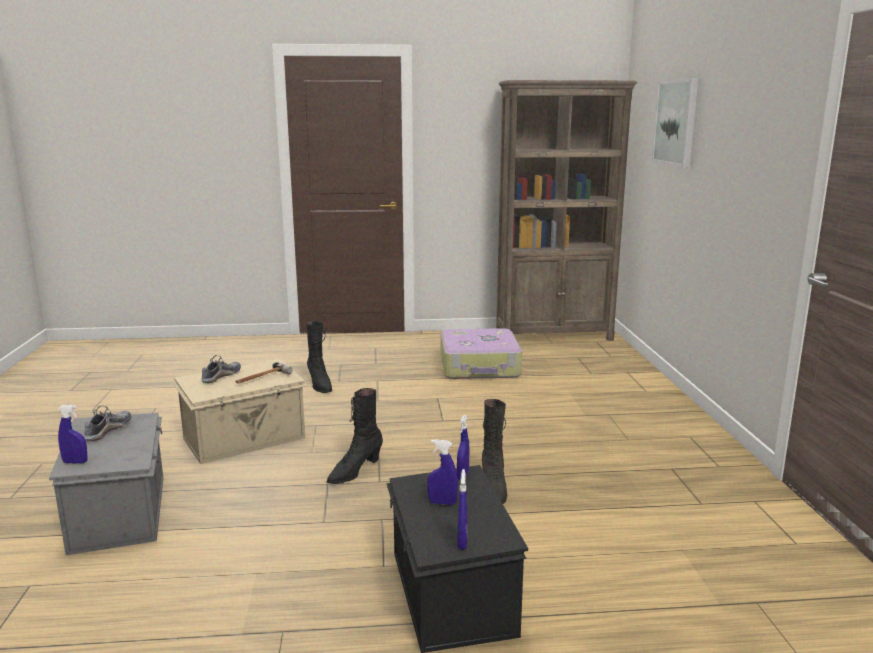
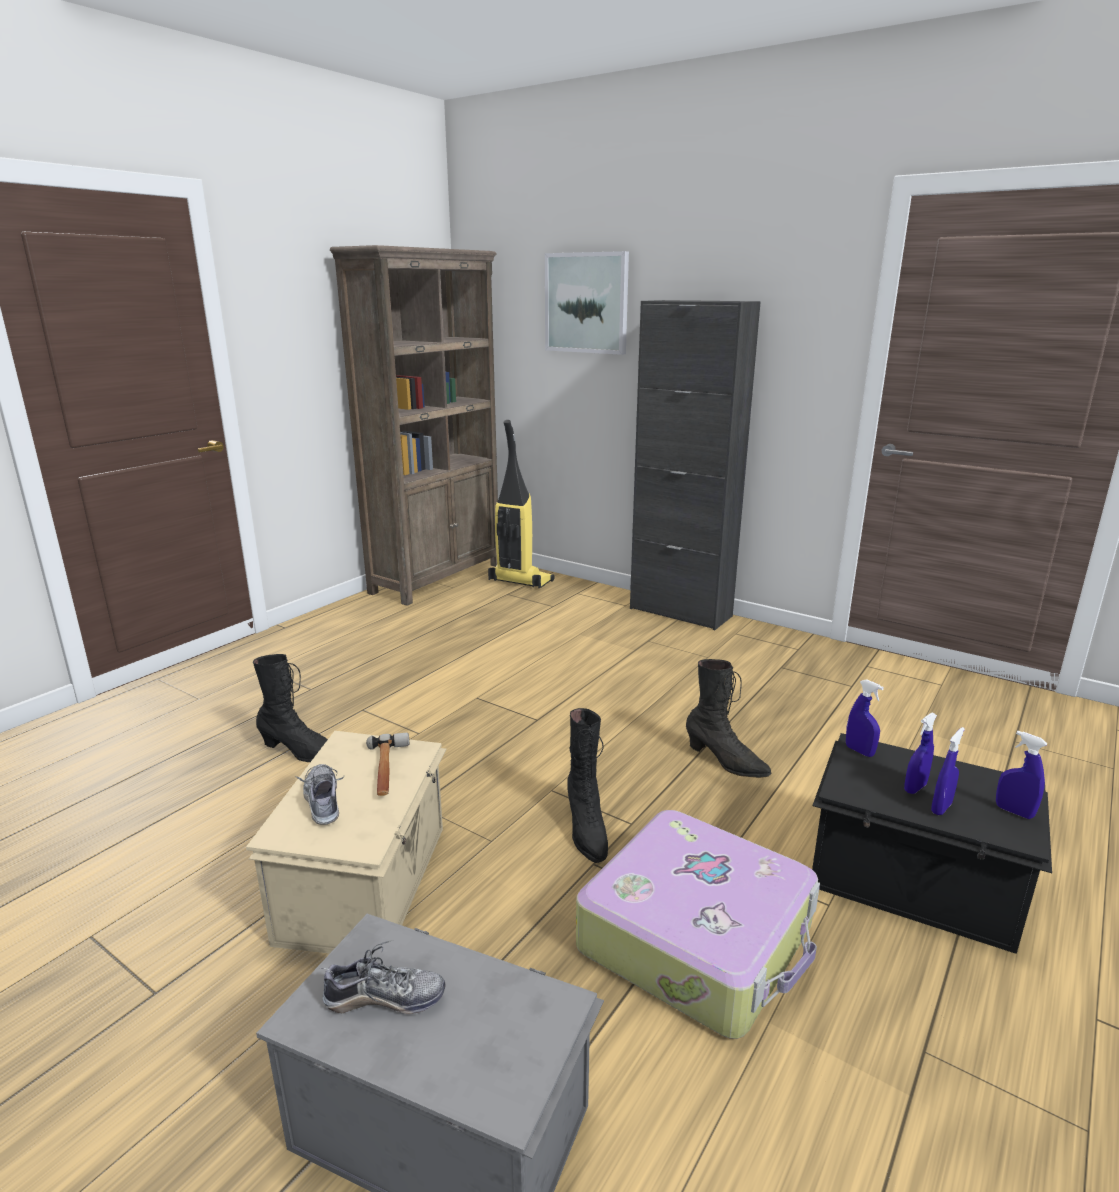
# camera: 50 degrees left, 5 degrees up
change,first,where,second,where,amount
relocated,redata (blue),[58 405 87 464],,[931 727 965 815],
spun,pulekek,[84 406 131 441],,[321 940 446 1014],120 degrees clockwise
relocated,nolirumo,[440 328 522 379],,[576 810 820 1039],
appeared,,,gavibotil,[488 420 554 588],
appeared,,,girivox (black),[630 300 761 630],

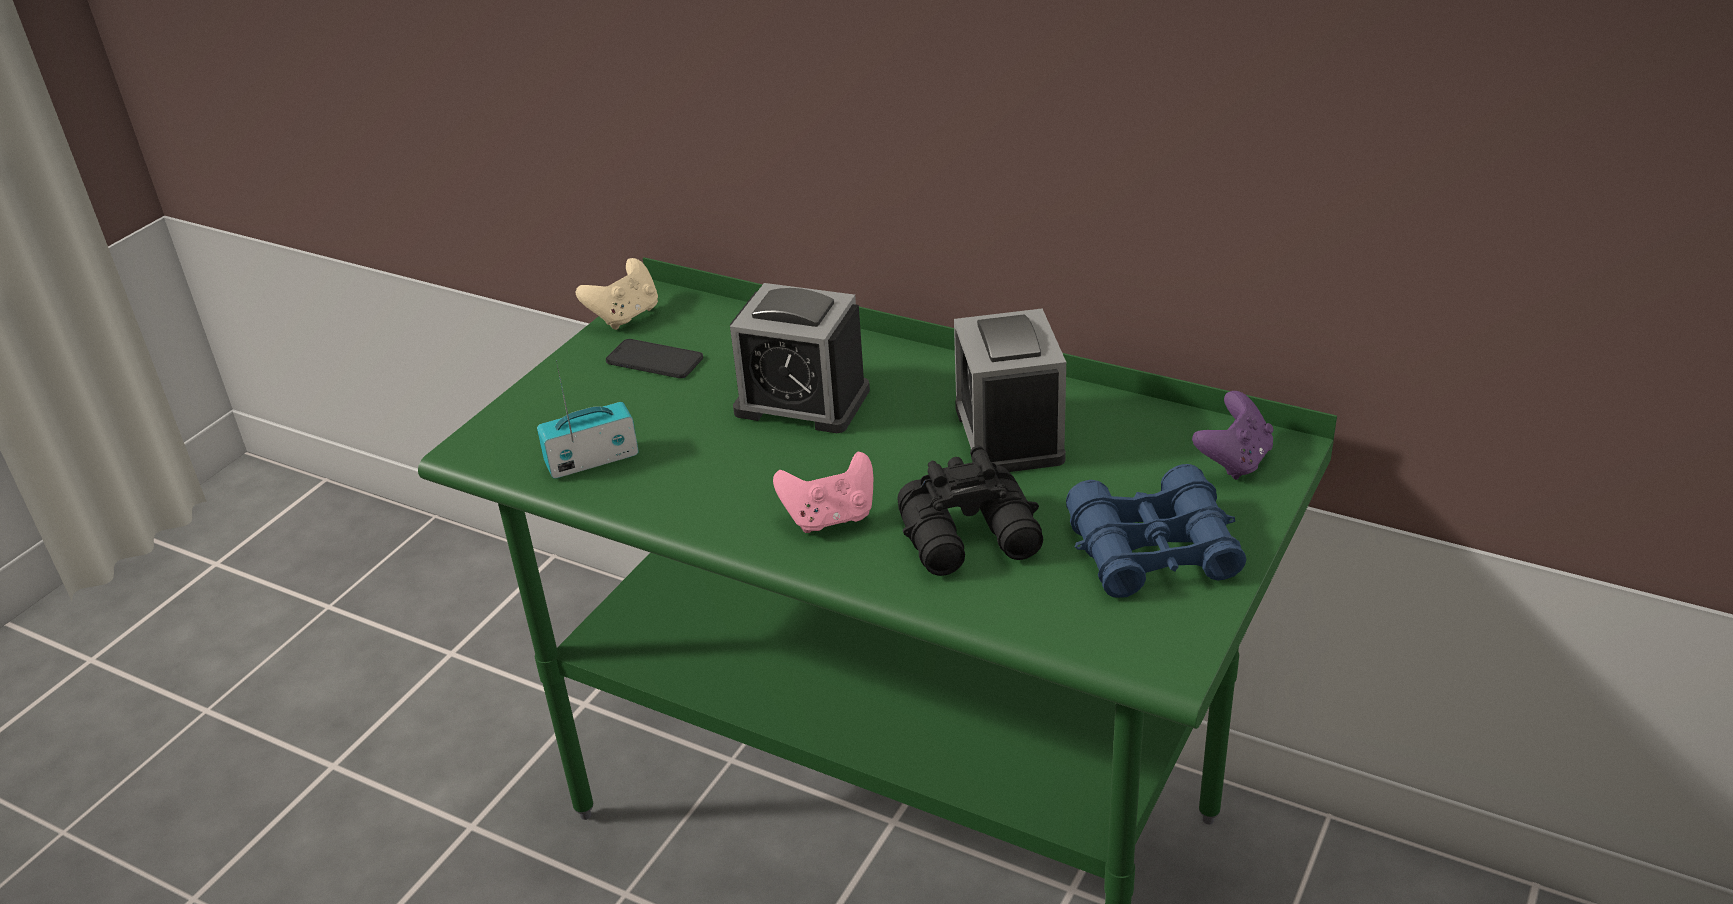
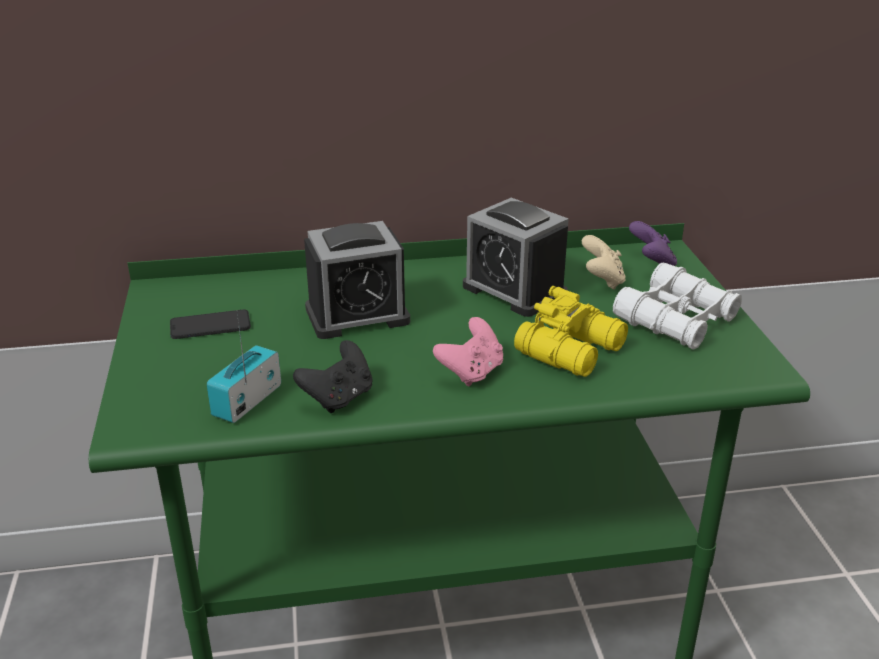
# camera: 40 degrees left, 5 degrees down
change,first,where,second,where,amount
relocated,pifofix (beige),[576 258 658 330],,[582 235 626 290],
colour,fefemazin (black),[897 445 1043 576],fefemazin (yellow),[514 286 628 377],
colour,fefemazin (blue),[1066 464 1246 598],fefemazin (white),[613 263 742 350],
appeared,,,pifofix (black),[293 340 373 413],

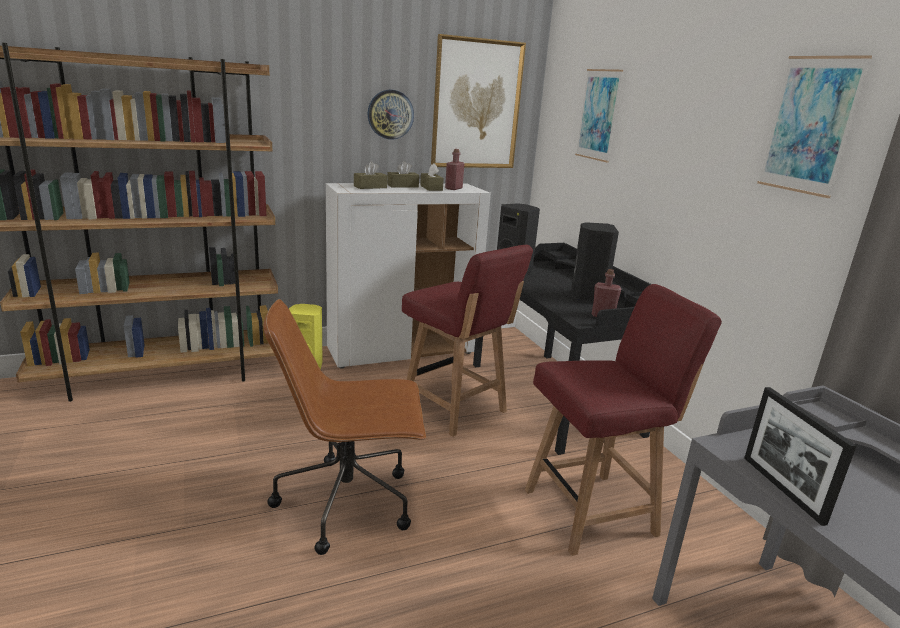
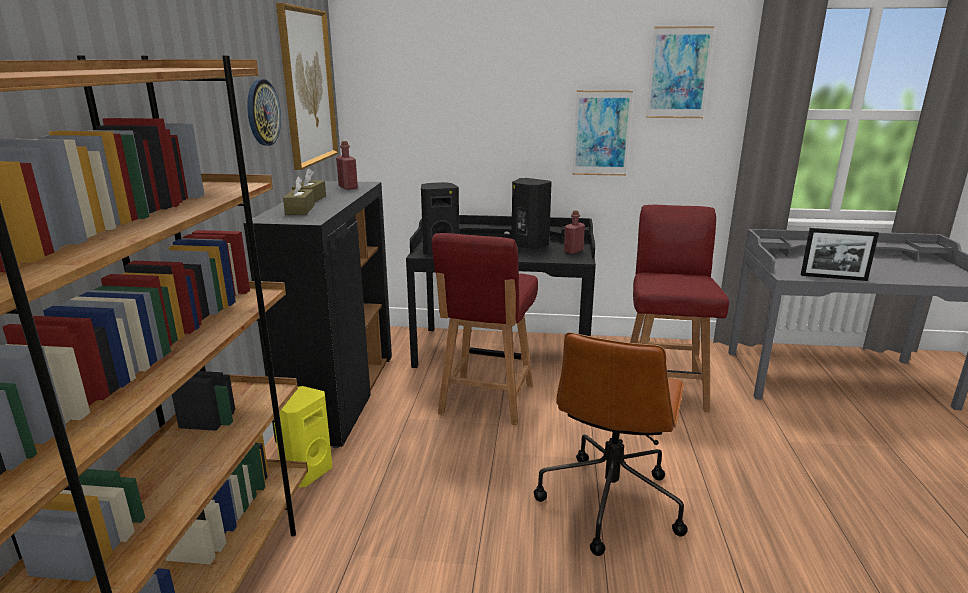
# camera: 60 degrees left, 0 degrees up
change,first,where,second,where,amount
colour,girivox (white),[326 183 491 369],girivox (black),[244 181 392 448],
spun,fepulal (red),[402 245 533 437],,[432 233 538 426],120 degrees clockwise
missing,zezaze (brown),[420 163 444 191],,,
relocated,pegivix,[575 69 623 163],,[572 90 633 176],

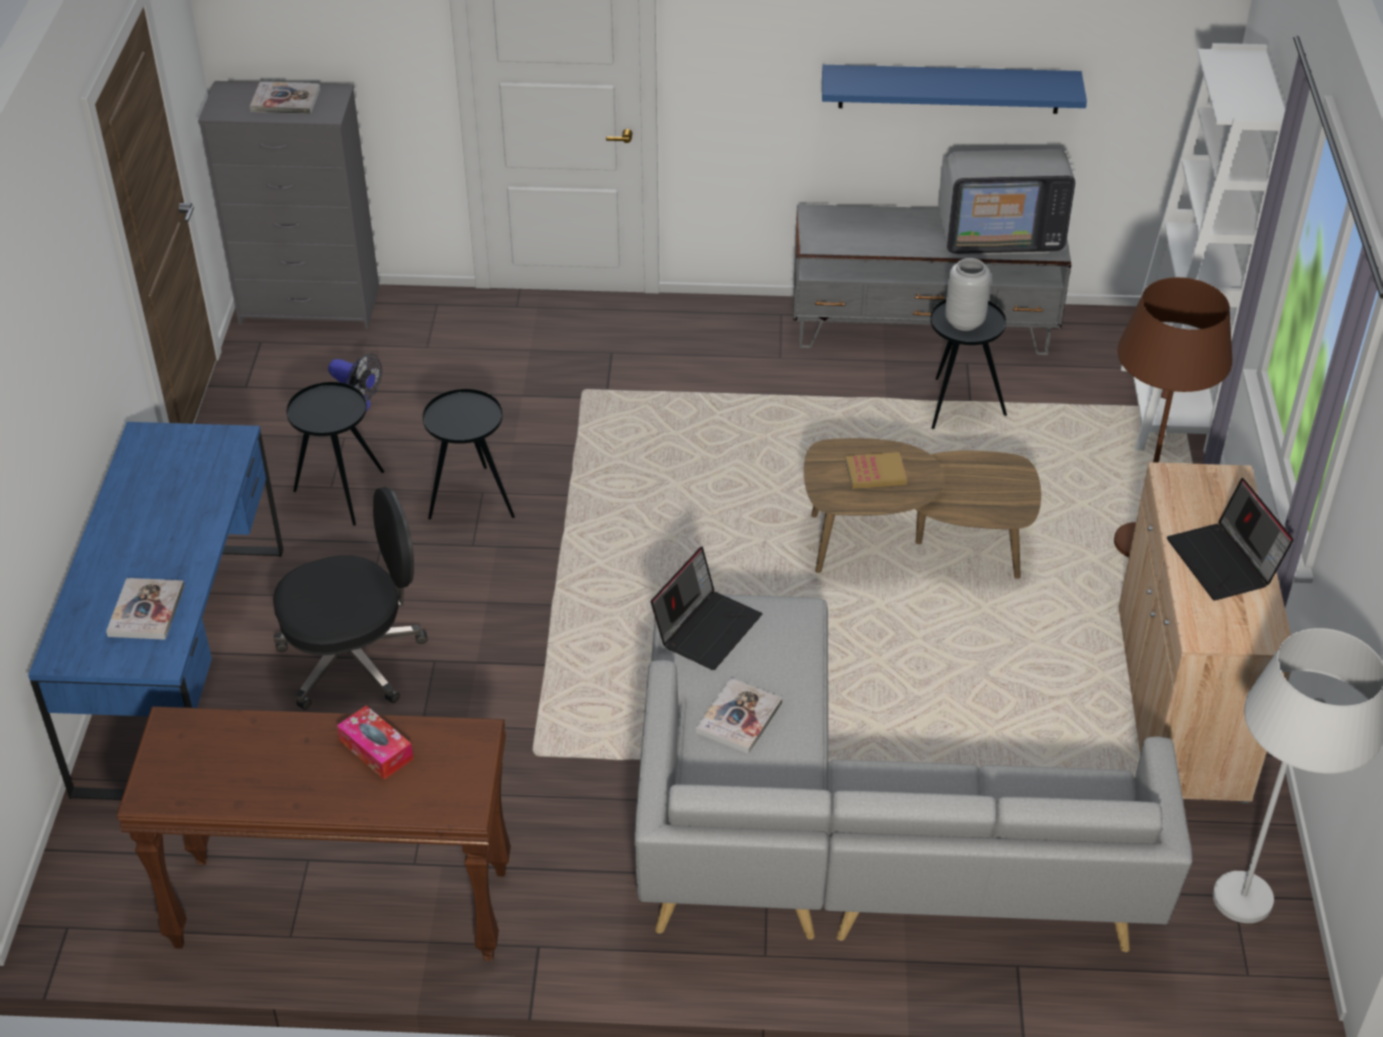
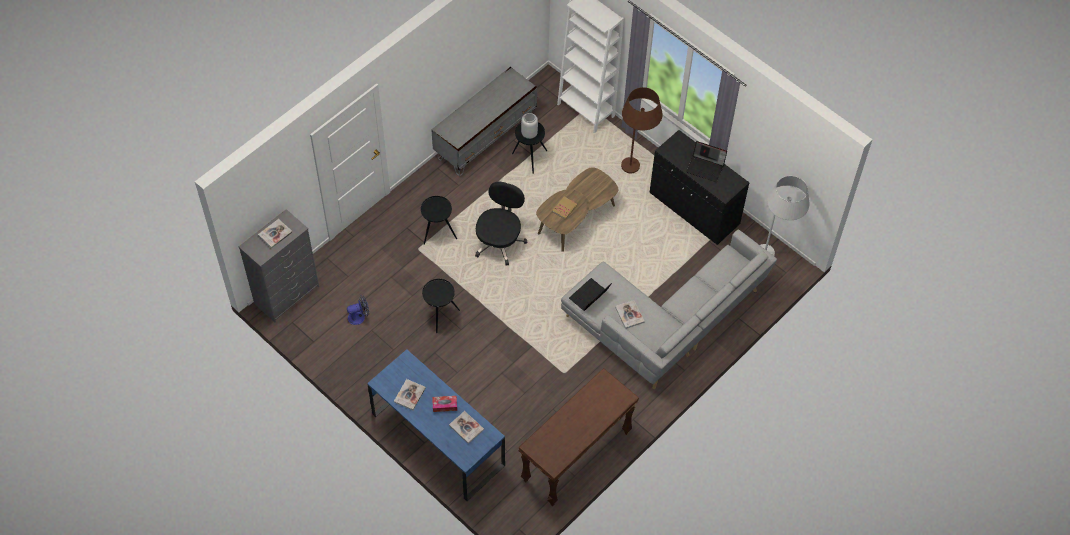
# camera: 50 degrees left, 15 degrees up
change,first,where,second,where,amount
relocated,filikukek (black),[273 487 428 710],,[475 182 527 265],
relocated,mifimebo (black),[286 382 384 526],,[421 196 457 245],
relocated,zezaze,[337 705 413 780],,[432 396 457 412],
spun,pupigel,[651 547 762 670],,[569 278 612 311],120 degrees counterclockwise
missing,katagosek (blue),[822 65 1087 114],,,
missing,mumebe,[938 149 1075 255],,,
colour,girivox (beige),[1118 462 1291 803],girivox (black),[649 130 749 245],
appeared,,,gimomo,[394 379 426 410],

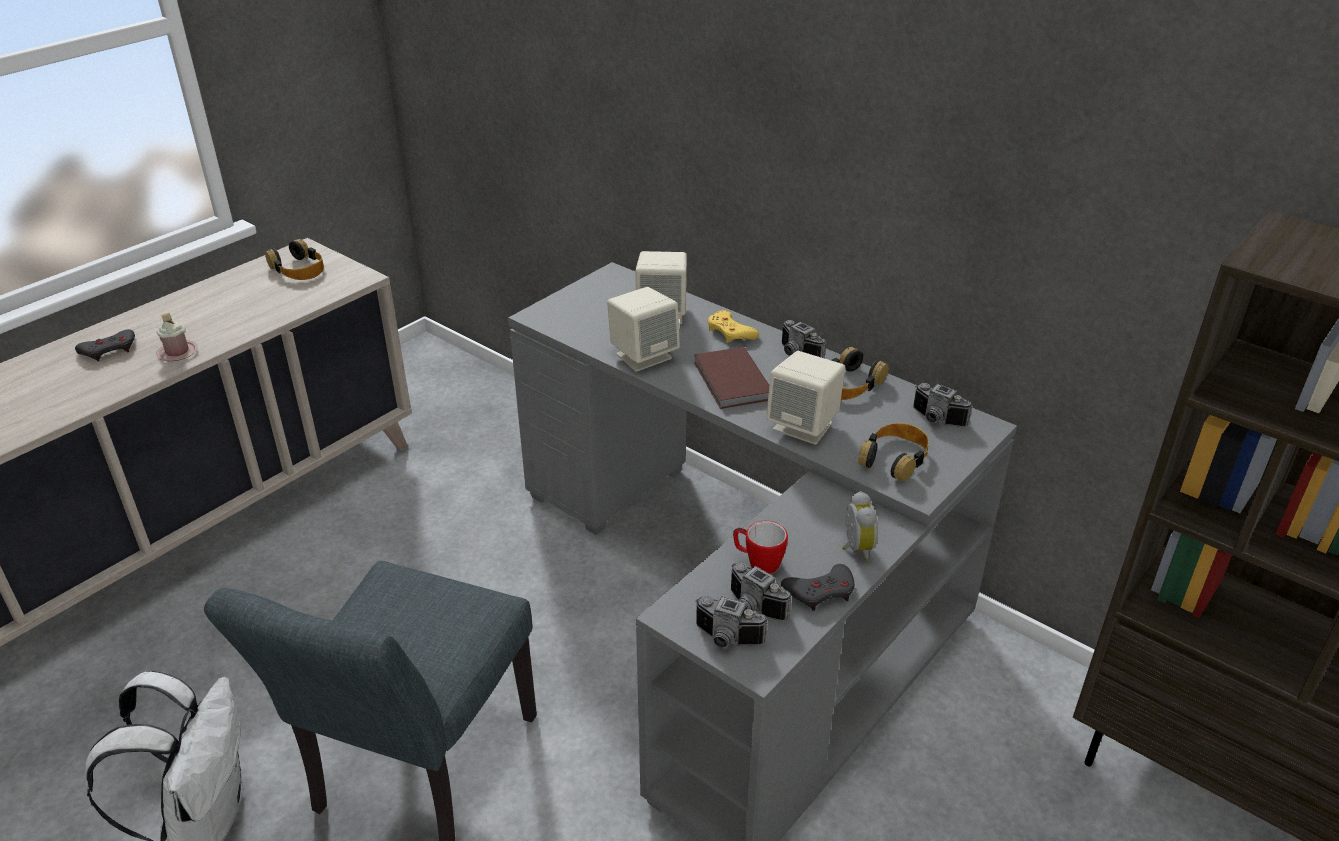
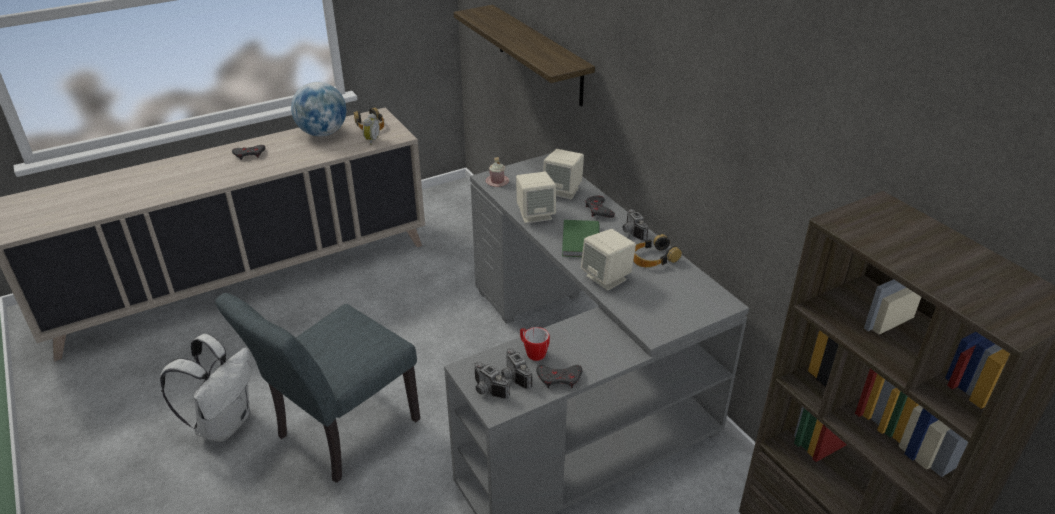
# camera: 20 degrees right, 0 degrees up
change,first,where,second,where,amount
relocated,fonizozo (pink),[156 313 198 361],,[486 157 509 187],
colour,gimomo (brown),[694 347 769 409],gimomo (green),[562 220 599 257],
colour,pifofix (yellow),[708 310 759 343],pifofix (grey),[585 195 615 218],
relocated,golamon,[842 491 878 561],,[363 113 380 145],
missing,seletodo,[858 423 929 481],,,
missing,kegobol,[913 383 973 427],,,
appeared,,,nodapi,[291 82 346 136],
appeared,,,katagosek,[454 5 595 106],

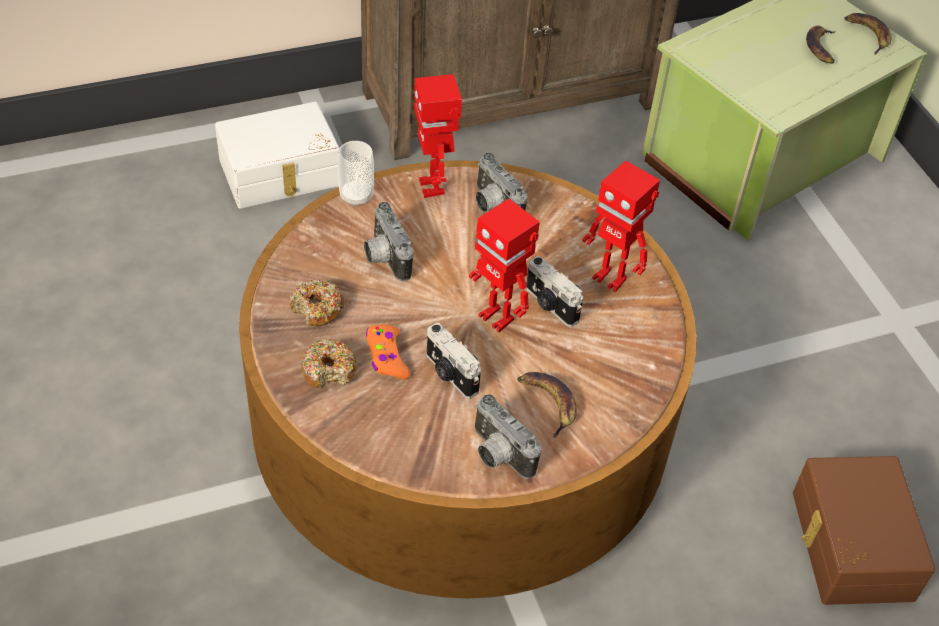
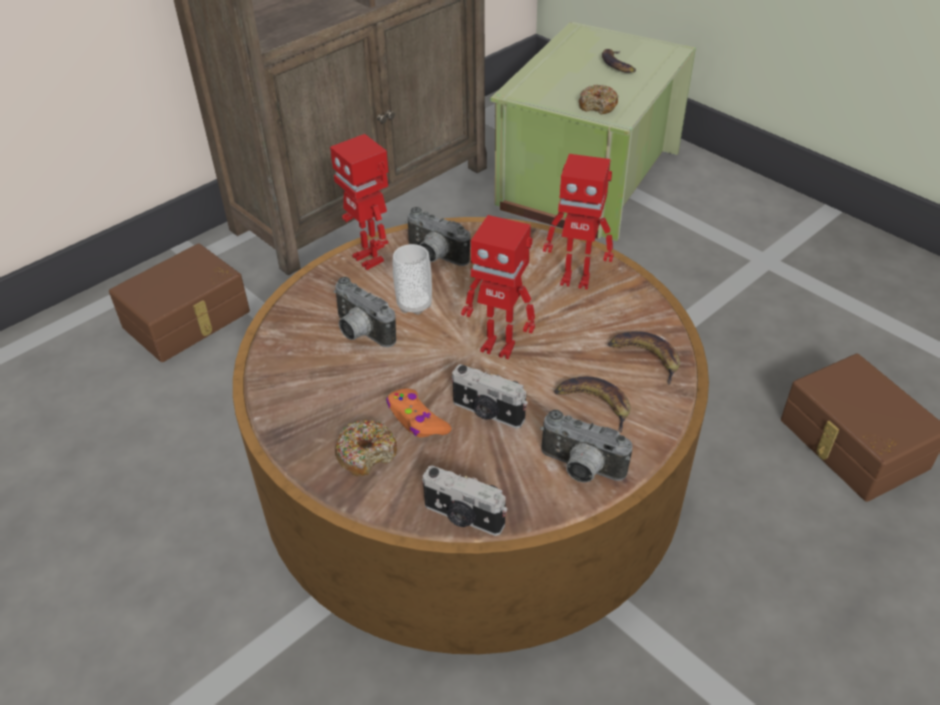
# camera: 20 degrees left, 5 degrees down
change,first,where,second,where,amount
colour,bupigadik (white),[215 102 339 209],bupigadik (brown),[109 243 250 362],
relocated,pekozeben,[290 279 344 327],,[579 85 618 114],
relocated,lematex,[338 141 374 207],,[393 244 432 315],
relocated,kegobol,[526 256 583 327],,[422 465 507 536],
relocated,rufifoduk,[844 13 891 55],,[608 331 680 385],

